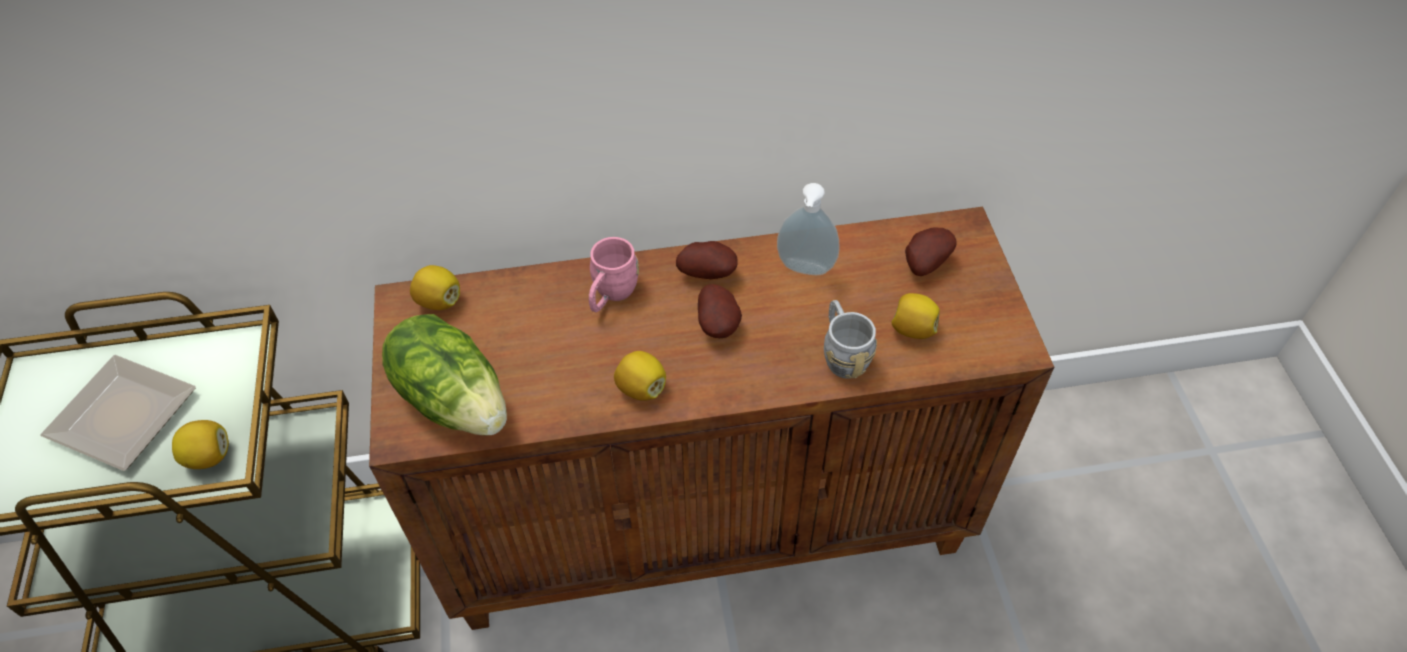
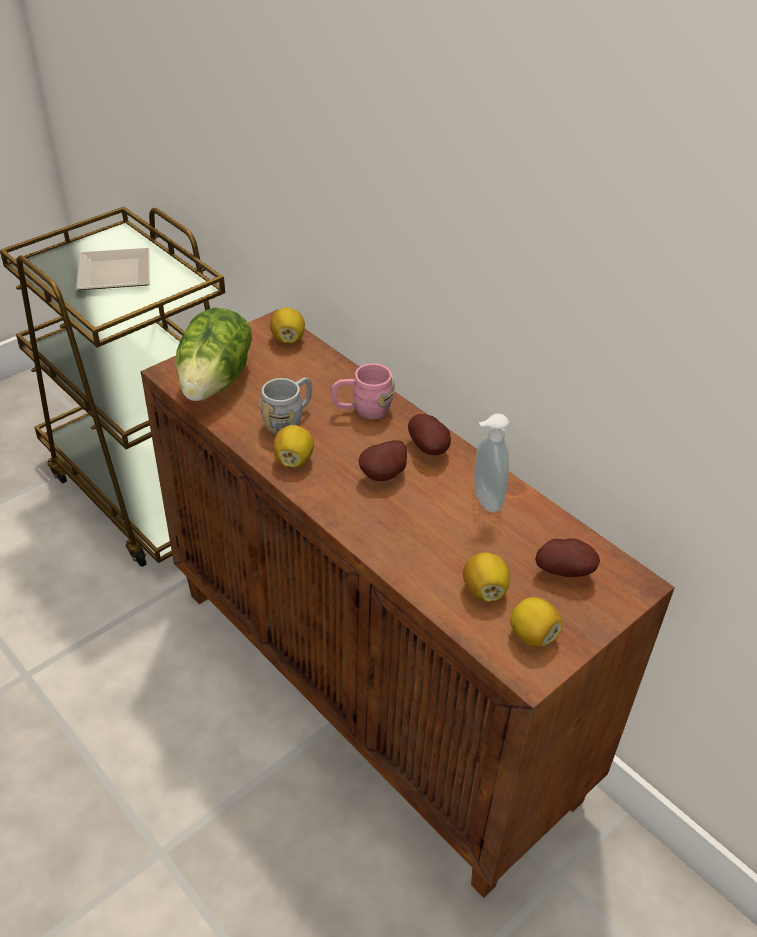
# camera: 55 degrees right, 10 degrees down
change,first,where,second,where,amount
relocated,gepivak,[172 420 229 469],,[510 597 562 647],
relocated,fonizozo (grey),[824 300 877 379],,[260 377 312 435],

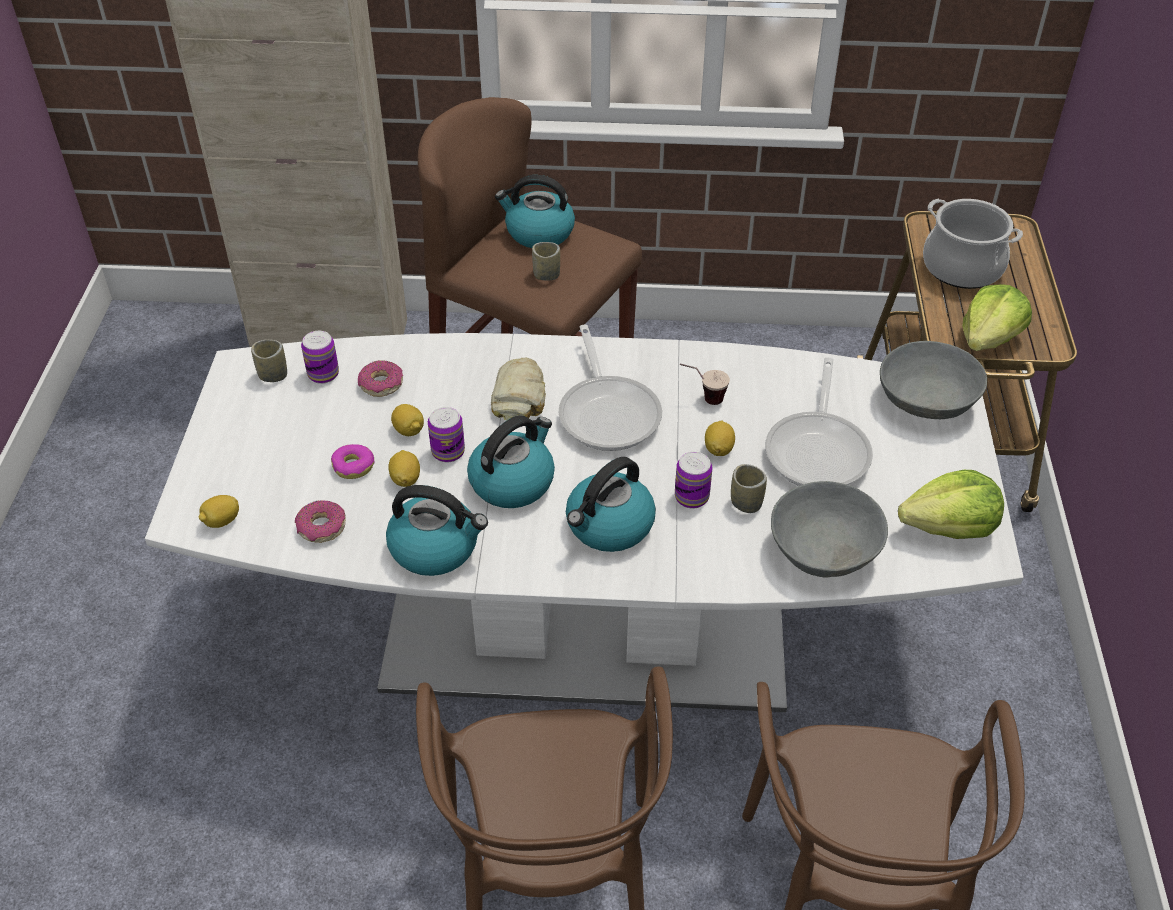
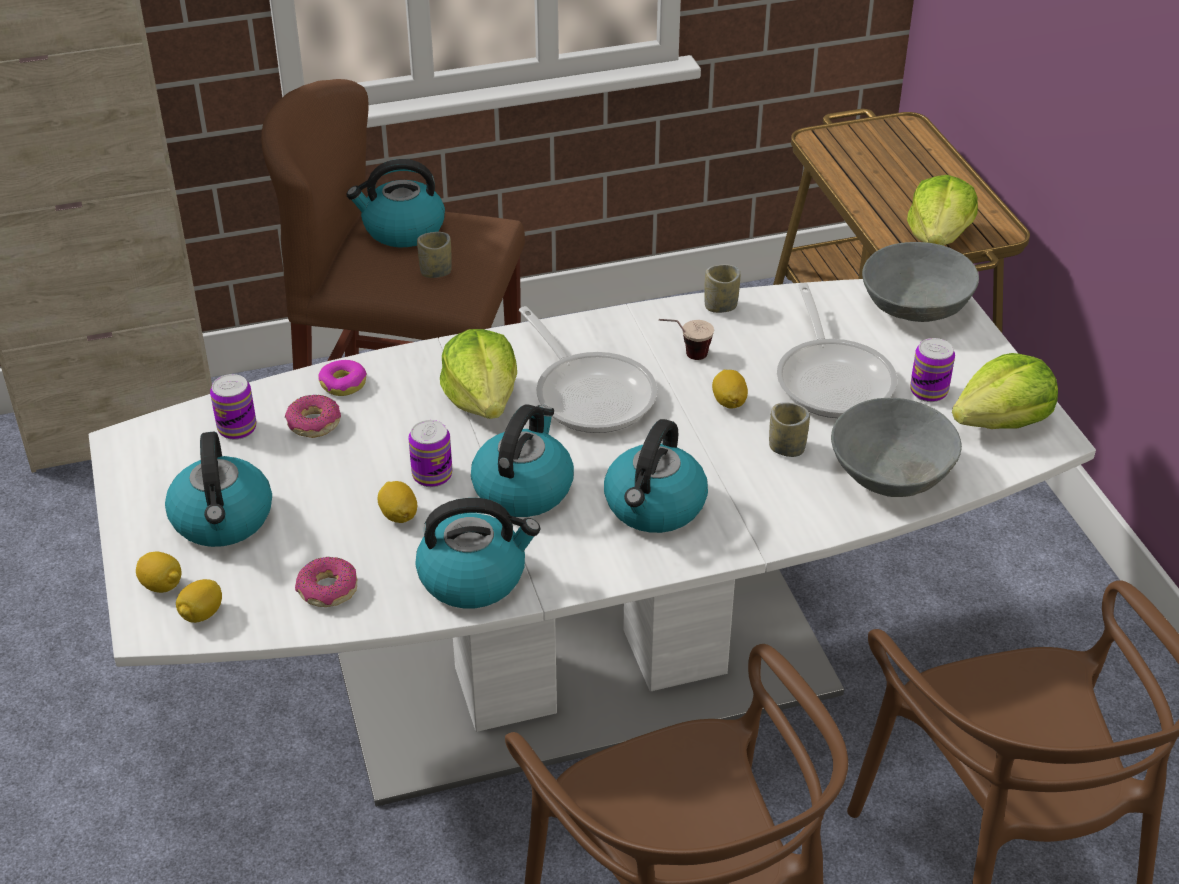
# camera: 20 degrees left, 5 degrees down
change,first,where,second,where,amount
relocated,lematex,[251 340 287 382],,[704 264 740 313],
relocated,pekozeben,[331 444 375 479],,[318 360 367 396],
relocated,gepivak,[391 404 424 436],,[136 552 181 593],
exchanged,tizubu,[491 357 546 421],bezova,[440 329 517 419],
relocated,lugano,[675 452 712 509],,[910 338 955 402],
missing,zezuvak,[923 198 1023 289],,,
appeared,,,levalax,[165 431 272 547],

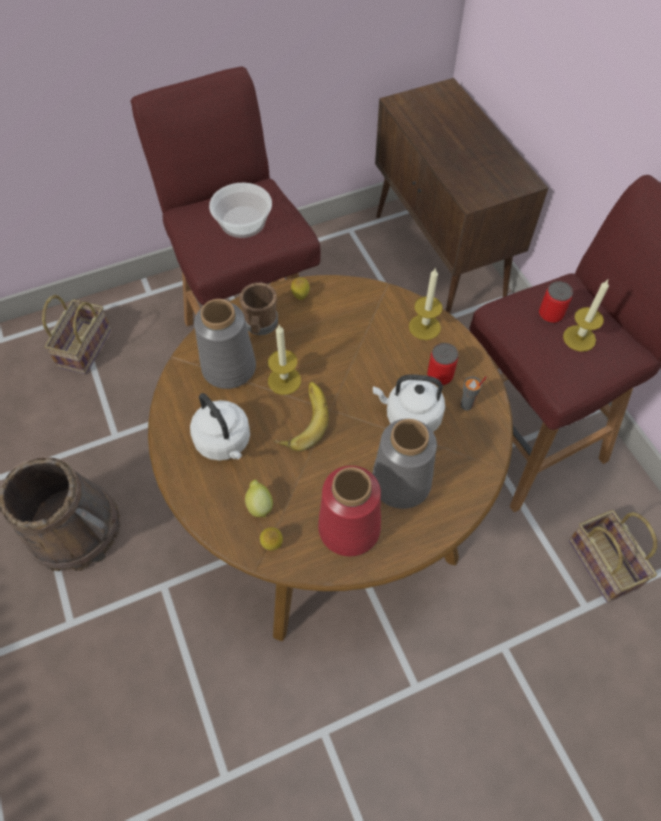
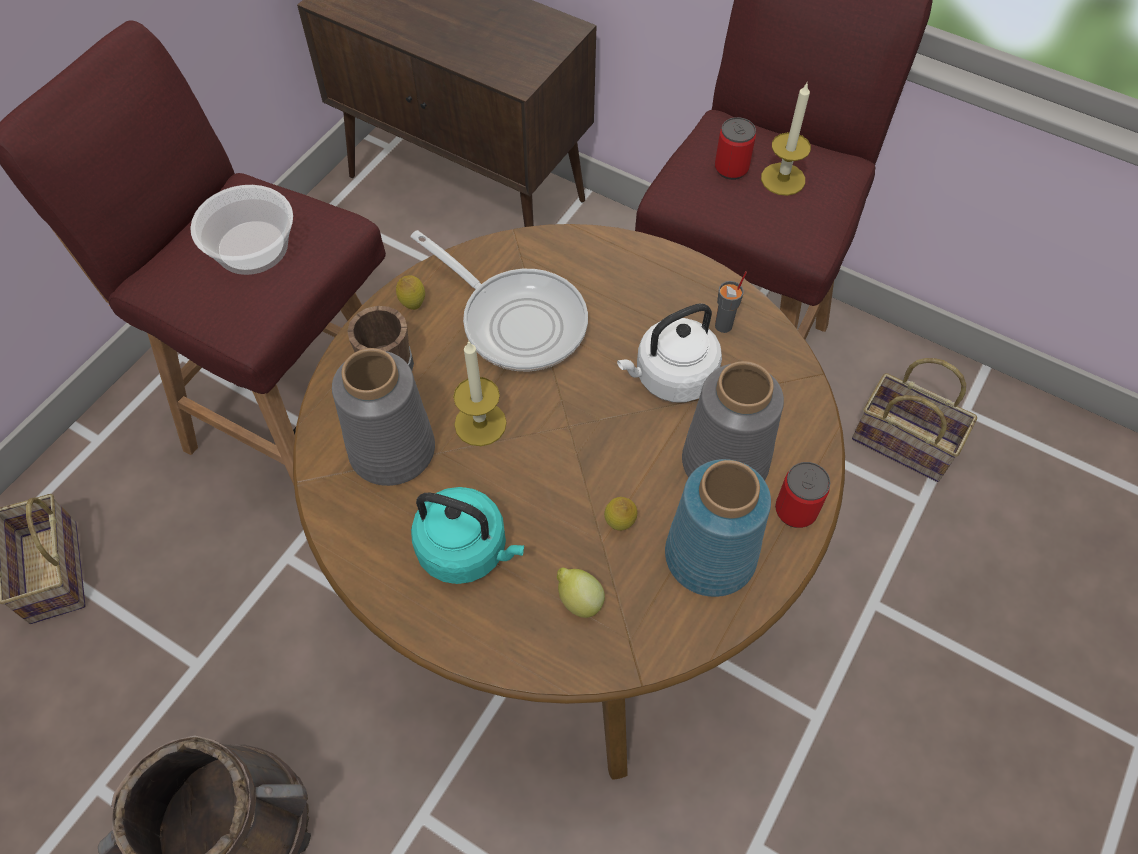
# camera: 35 degrees left, 0 degrees up
change,first,where,second,where,amount
colour,levalax (white),[190 393 250 461],levalax (turquoise),[411 487 524 584],
relocated,gepivak,[260 527 283 551],,[604 497 637 531],
missing,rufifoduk,[274 382 329 451],,,
colour,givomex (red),[318 466 381 556],givomex (blue),[665 459 771 597],
missing,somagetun,[409 267 443 340],,,
relocated,lugano,[427 343 458 385],,[775 462 830 528],
appeared,,,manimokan,[411 230 588 371],

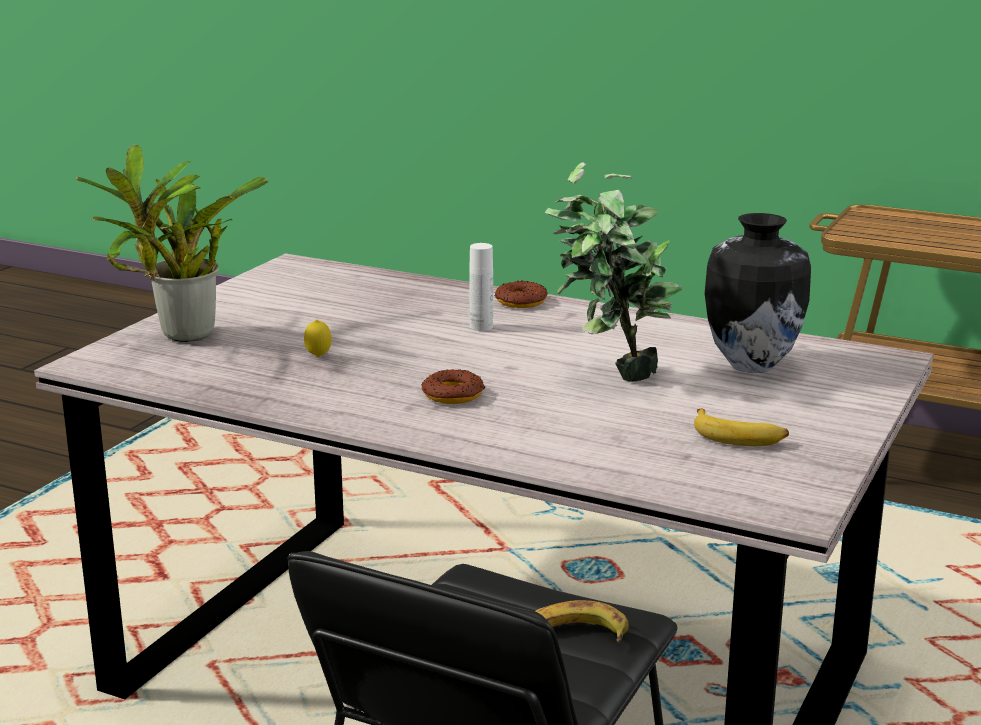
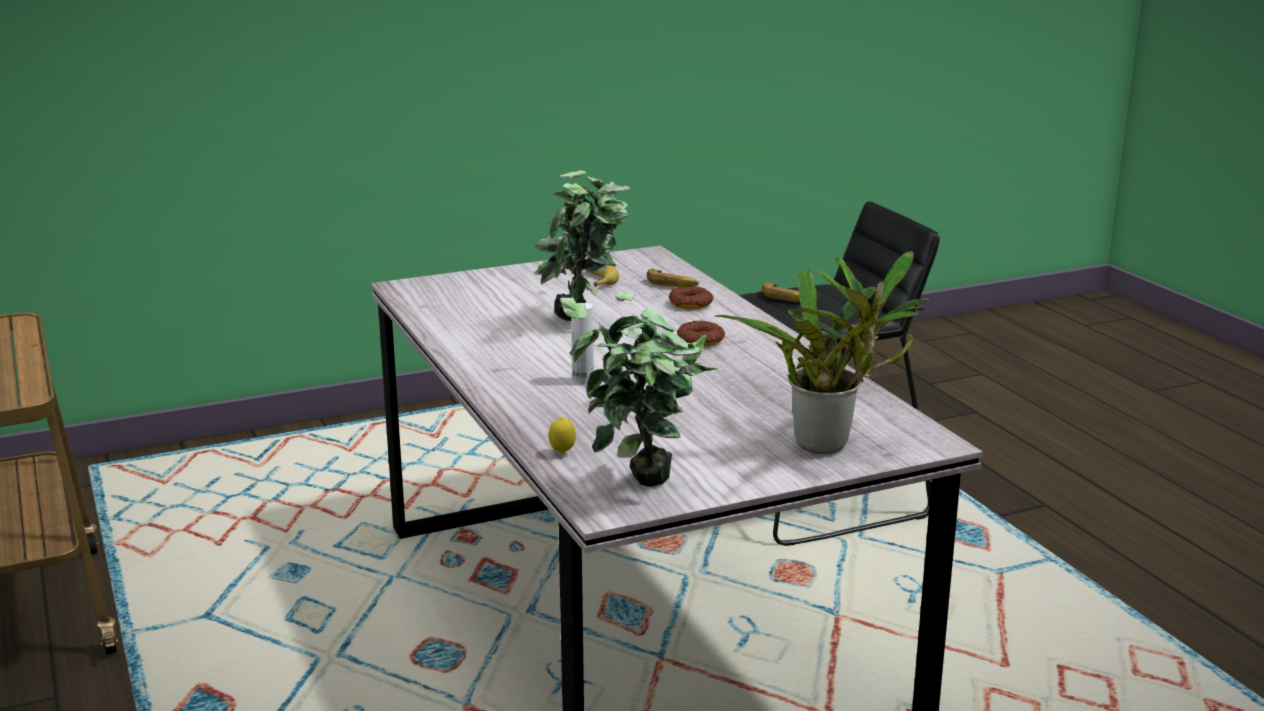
# camera: 140 degrees left, 0 degrees up
change,first,where,second,where,amount
relocated,gepivak,[304 320 332 357],,[549 417 576 453],
relocated,pekozeben,[494 280 548 308],,[669 286 714 310],
missing,givomex,[705 213 811 373],,,
appeared,,,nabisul,[560 293 717 487],
appeared,,,rufifoduk,[647 269 699 287],

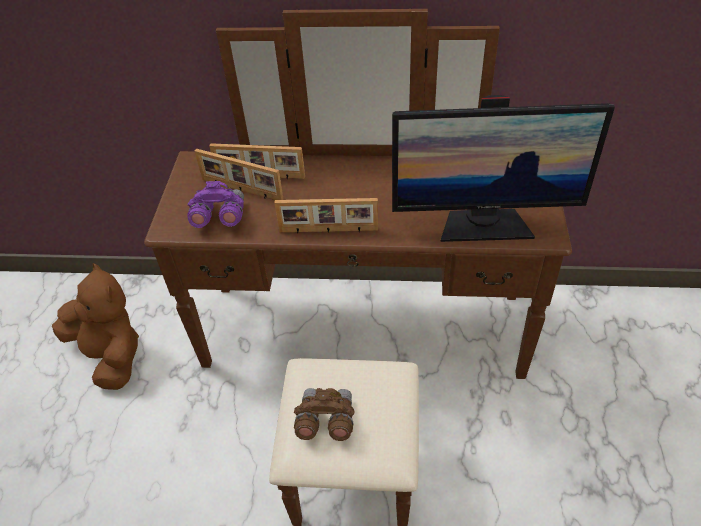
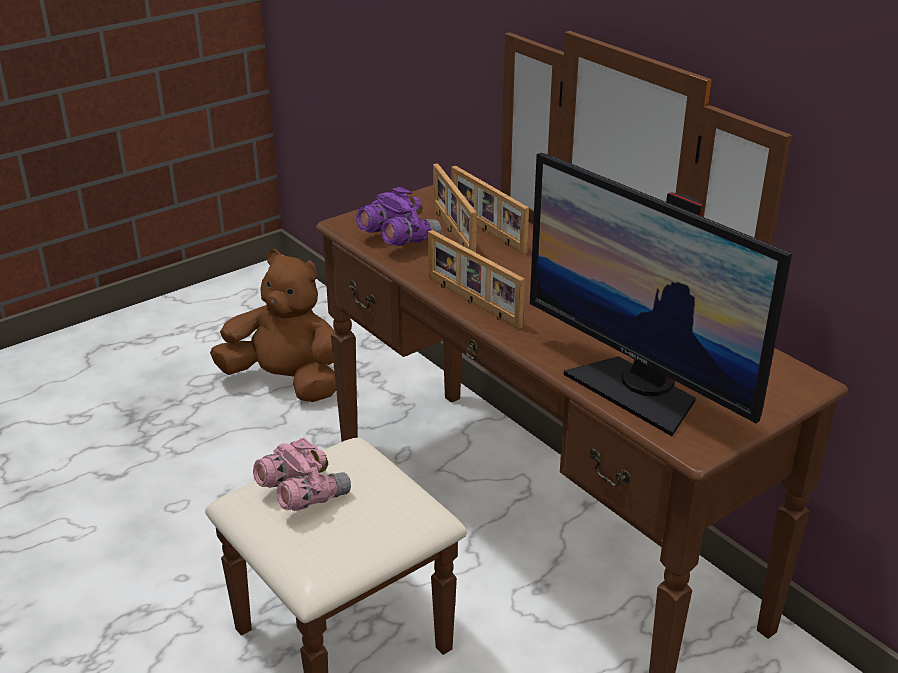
# camera: 45 degrees right, 15 degrees down
change,first,where,second,where,amount
spun,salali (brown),[52 263 139 390],,[210 249 336 402],75 degrees counterclockwise
colour,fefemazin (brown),[294 388 354 441],fefemazin (pink),[253 438 351 511],

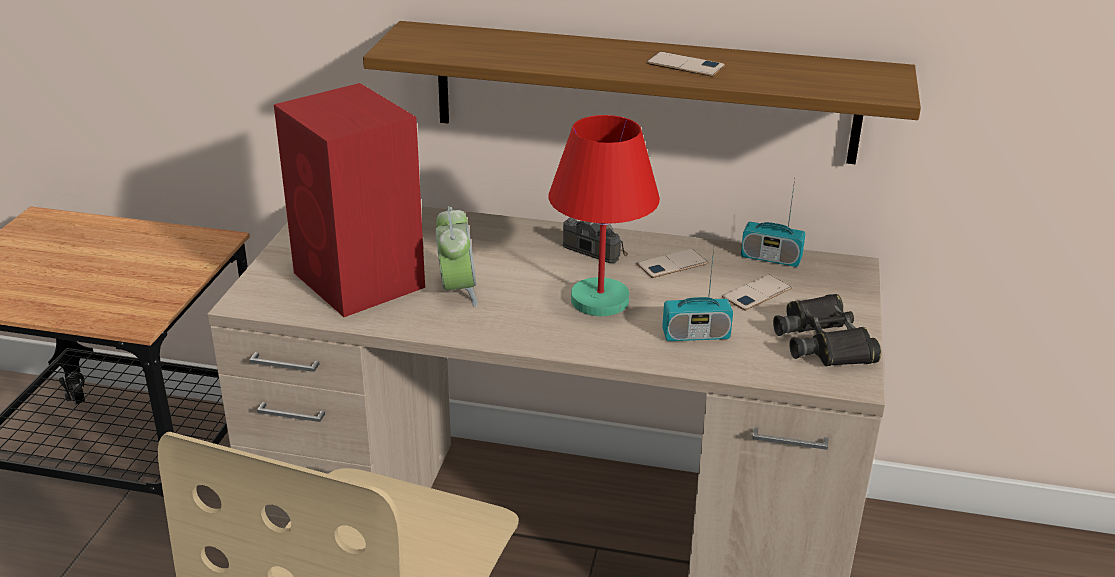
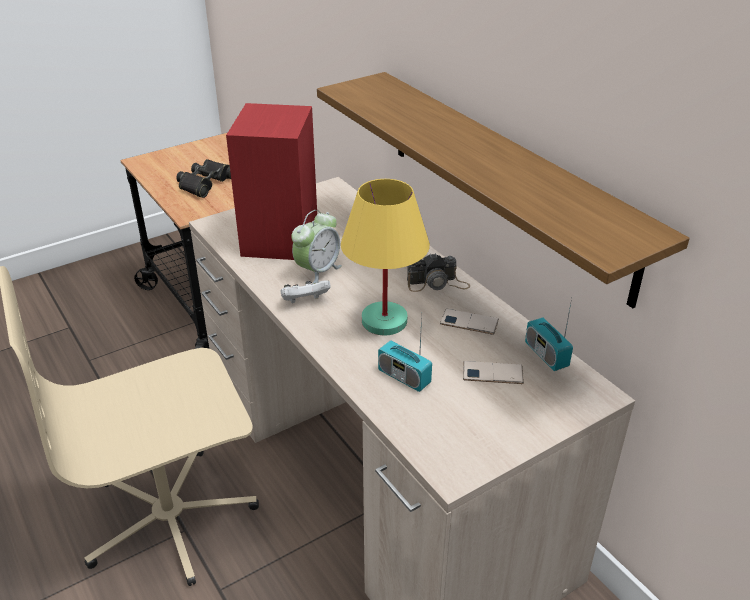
# camera: 45 degrees right, 5 degrees up
change,first,where,second,where,amount
colour,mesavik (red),[548 115 660 316],mesavik (yellow),[341 179 430 335],
spun,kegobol,[563 218 628 263],,[407 253 470 292],90 degrees clockwise
missing,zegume,[647 52 725 77],,,
relocated,fefemazin (black),[773 294 881 366],,[176 159 231 198],
appeared,,,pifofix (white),[281 280 331 303],

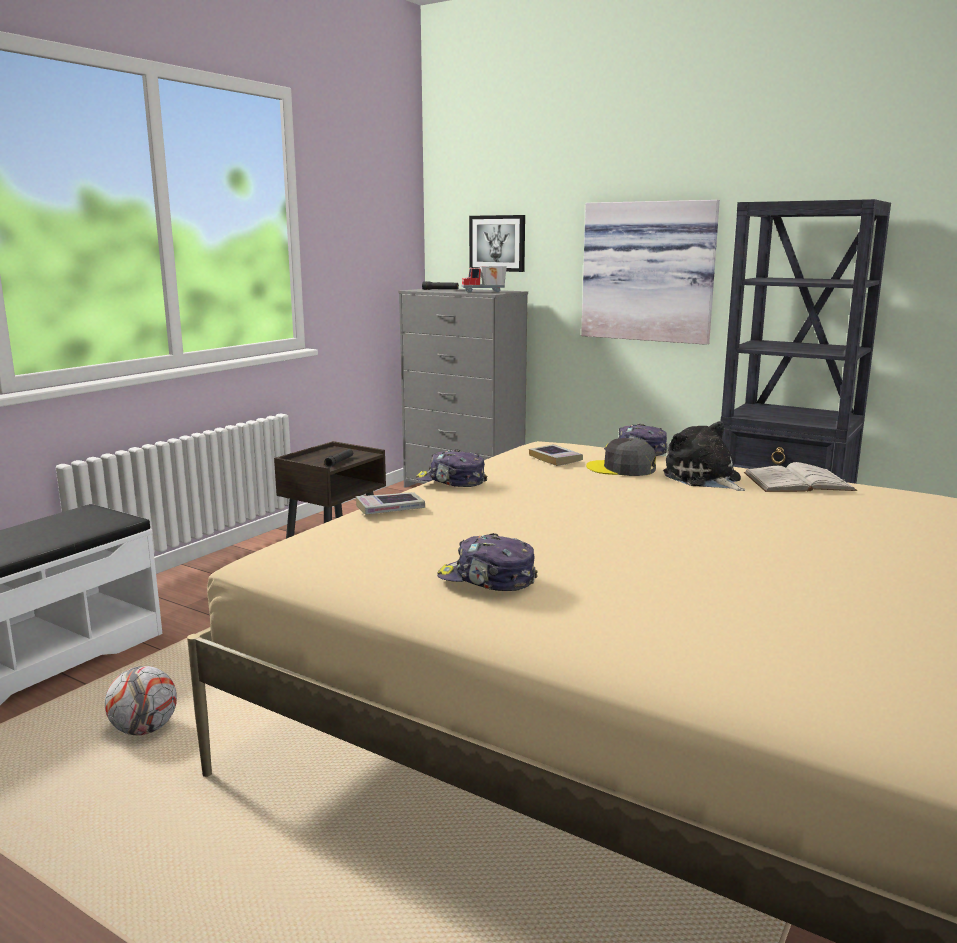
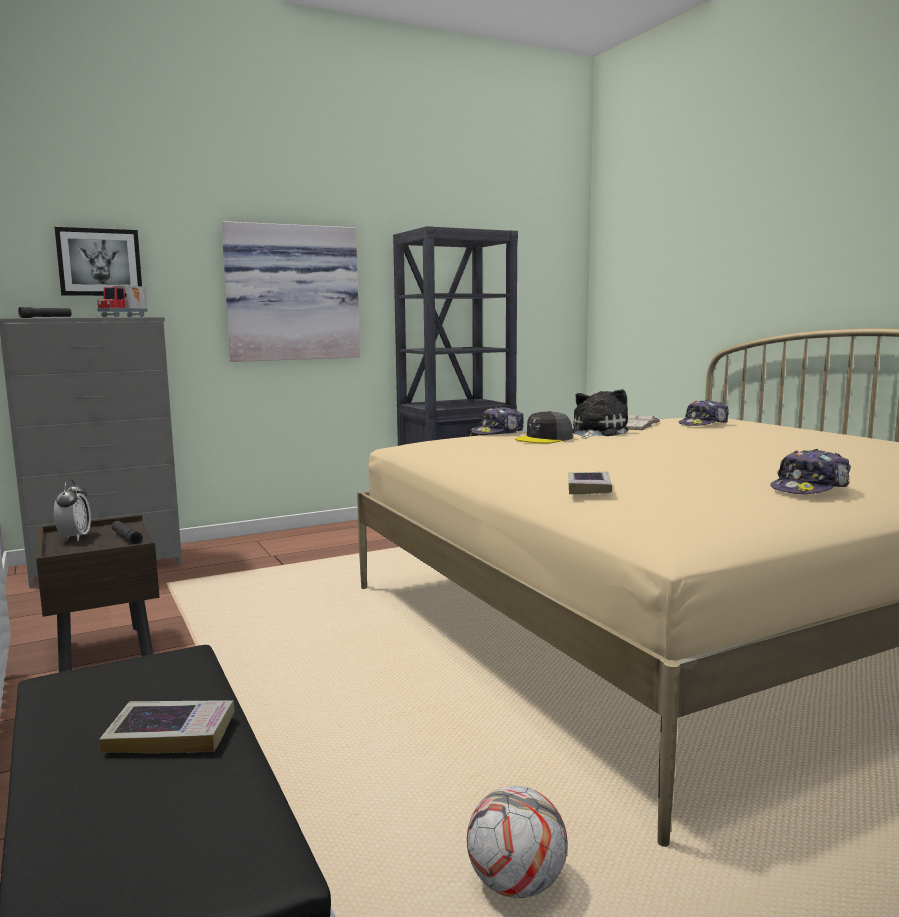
# camera: 60 degrees left, 5 degrees down
change,first,where,second,where,amount
relocated,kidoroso,[416 449 487 487],,[679 399 729 426],
relocated,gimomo,[529 444 583 466],,[99 700 235 754],
spun,salali,[663 421 745 491],,[573 389 629 439],120 degrees clockwise
appeared,,,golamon,[54 479 91 541],

